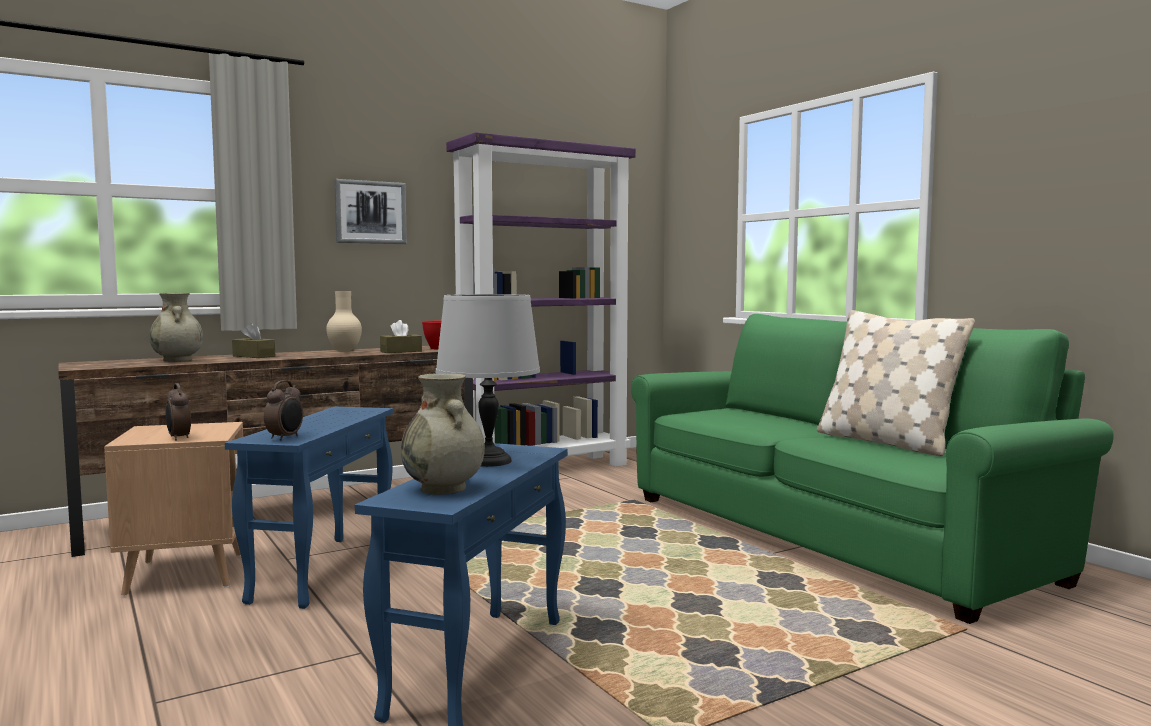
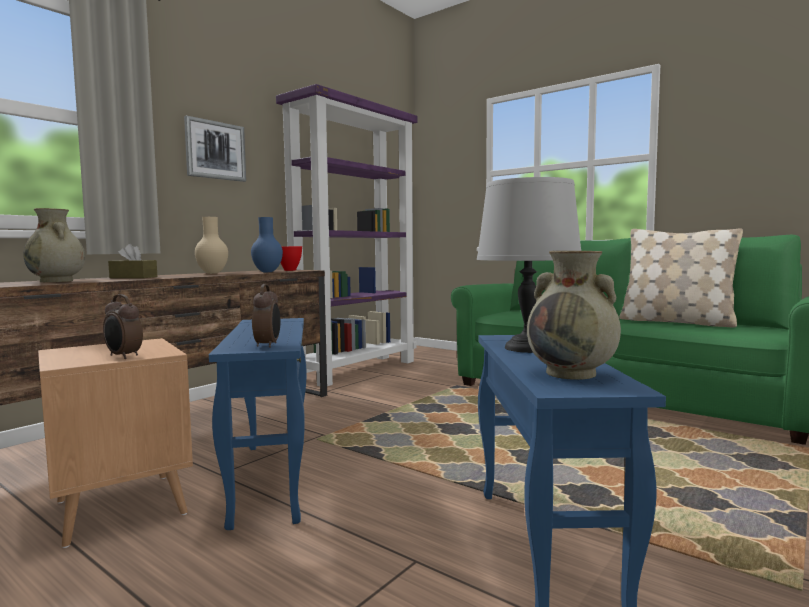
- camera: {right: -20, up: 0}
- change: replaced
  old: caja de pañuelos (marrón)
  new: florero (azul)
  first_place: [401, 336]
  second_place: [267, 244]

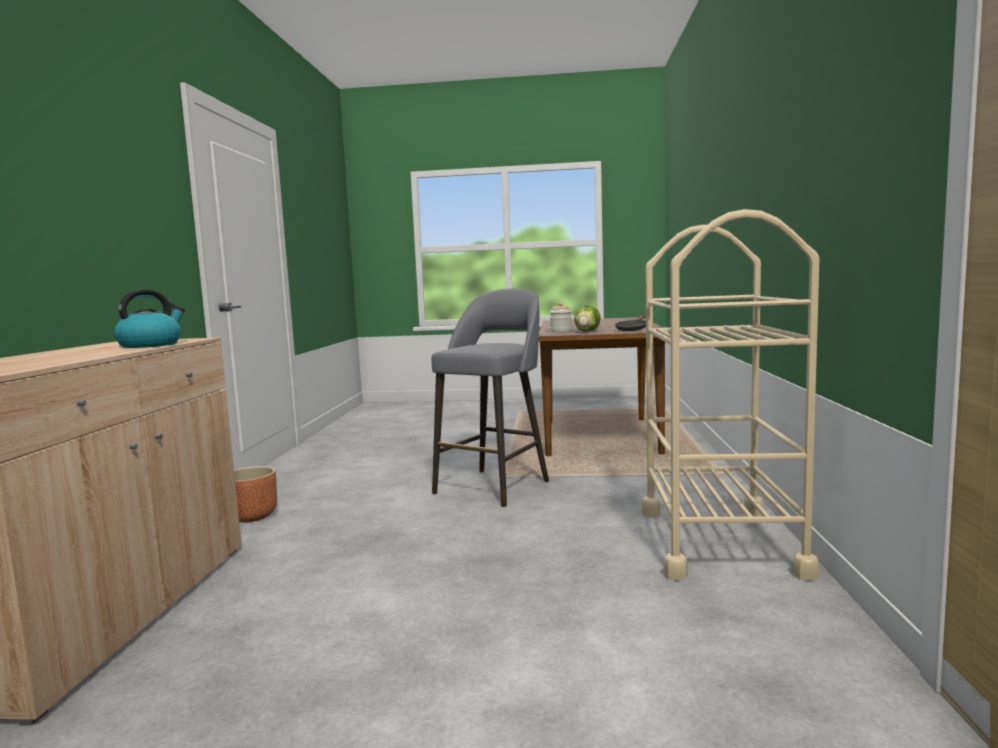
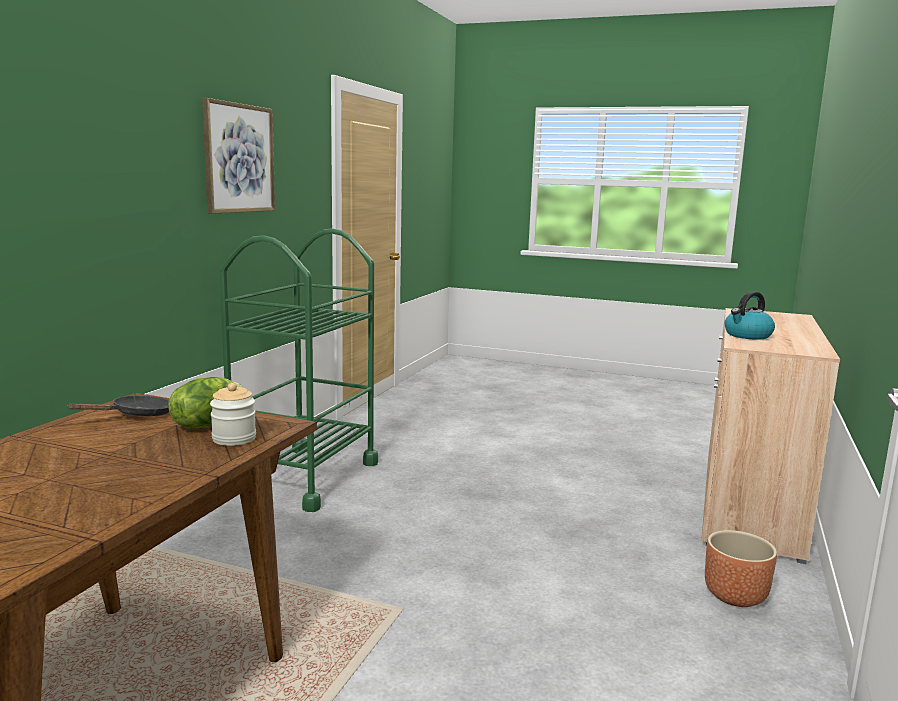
- camera: {right: -165, up: 5}
- change: removed
  old: taburete (gris)
  first_place: [490, 397]
- change: added
  new: cuadro
  second_place: [238, 156]
- change: recoloured
  old: carrito (beis)
  new: carrito (verde)
  first_place: [731, 394]
  second_place: [299, 370]

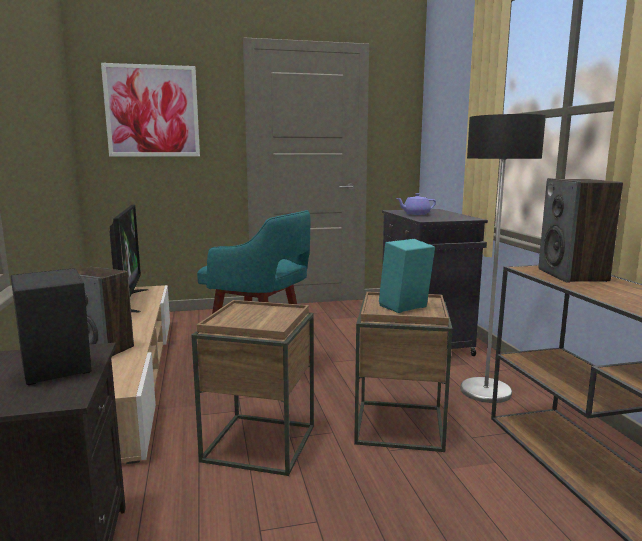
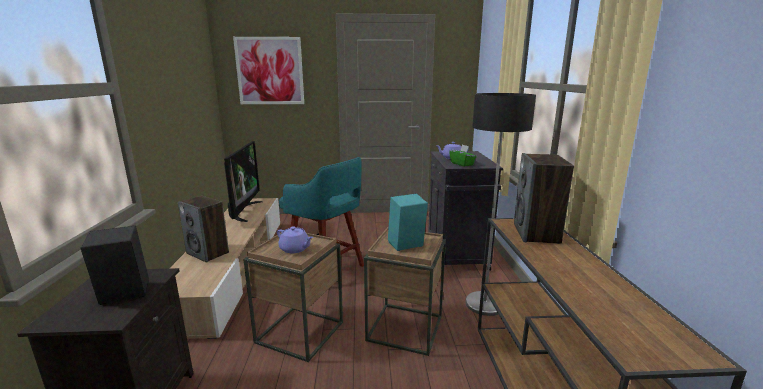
- camera: {right: 10, up: 5}
- change: added
  new: tetera (morado)
  second_place: [295, 239]
- change: added
  new: caja de pañuelos (verde)
  second_place: [463, 156]

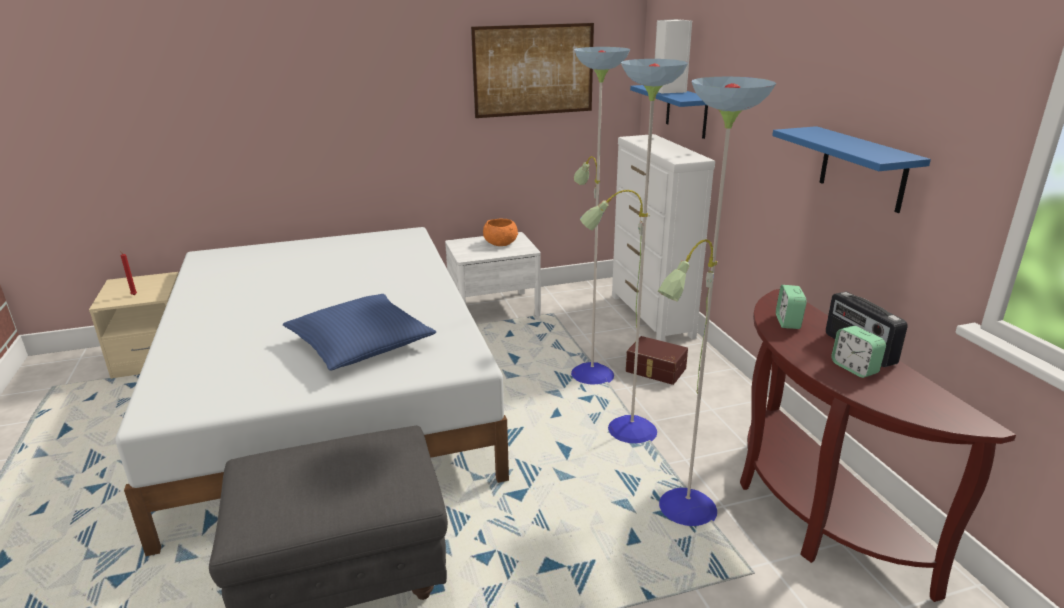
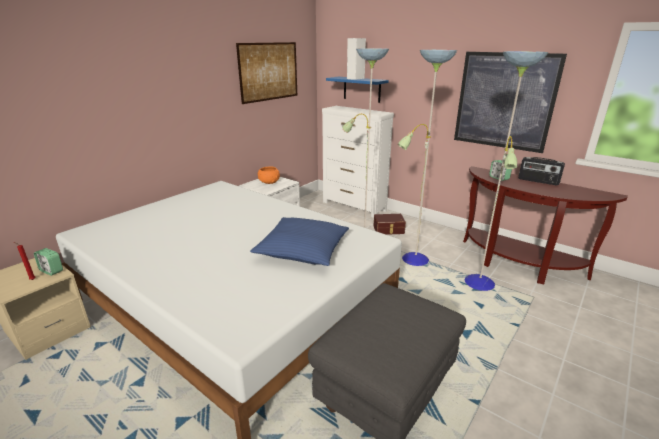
- camera: {right: -35, up: 0}
- change: moved
  old: despertador
  first_place: [858, 352]
  second_place: [48, 262]
- change: replaced
  old: estante (azul)
  new: cuadro
  first_place: [851, 169]
  second_place: [510, 102]

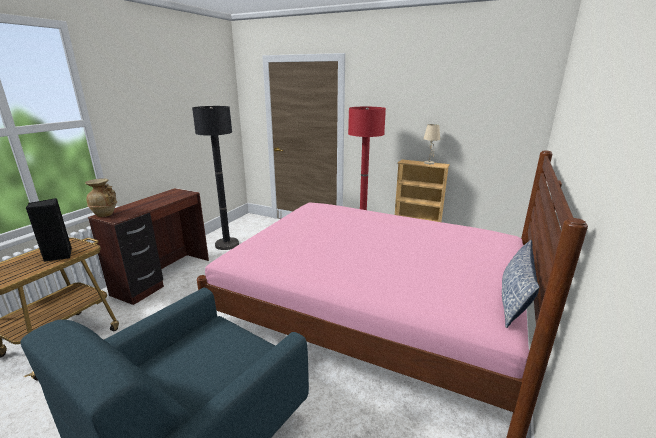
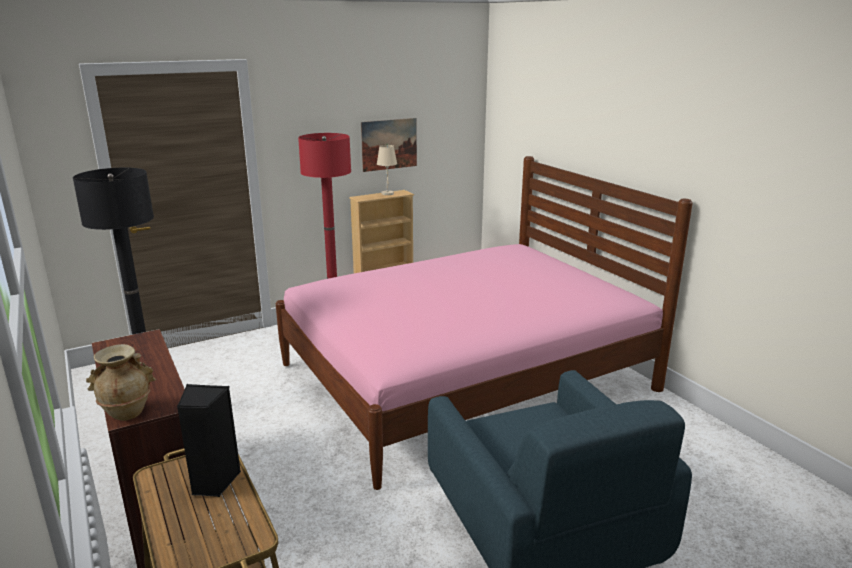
- camera: {right: -55, up: 0}
- change: removed
  old: cojín
  first_place: [521, 284]
- change: added
  new: cuadro
  second_place: [389, 145]

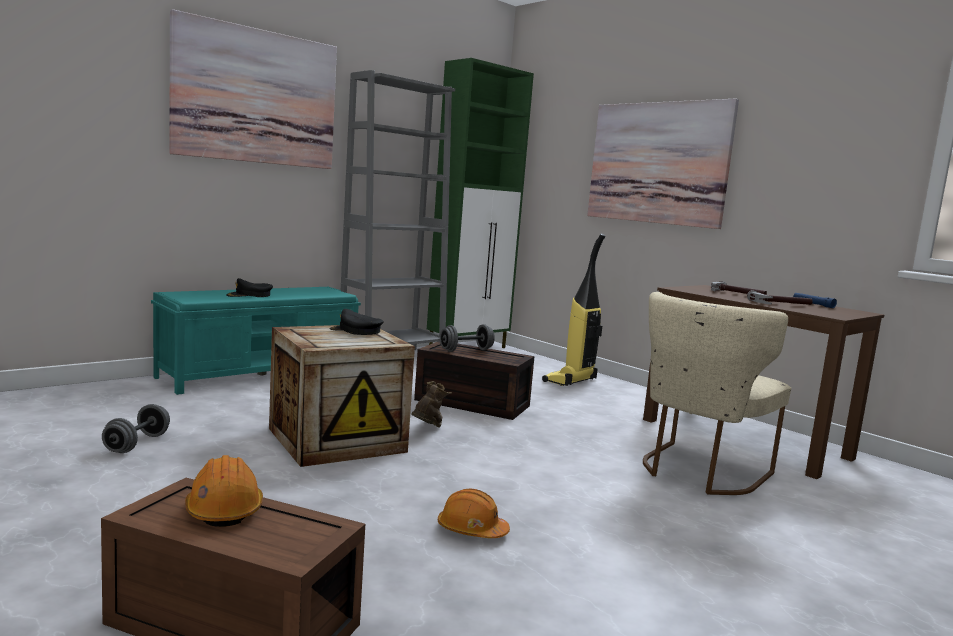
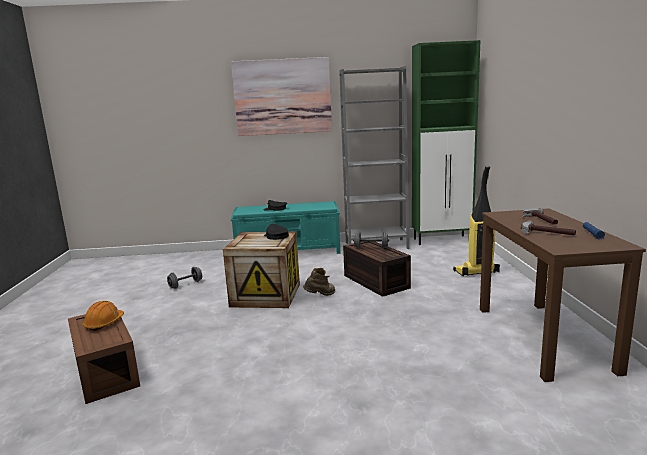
- camera: {right: 40, up: 5}
- change: removed
  old: casco (naranja)
  first_place: [474, 513]
- change: removed
  old: cuadro
  first_place: [663, 164]
- change: removed
  old: silla (beis)
  first_place: [717, 393]

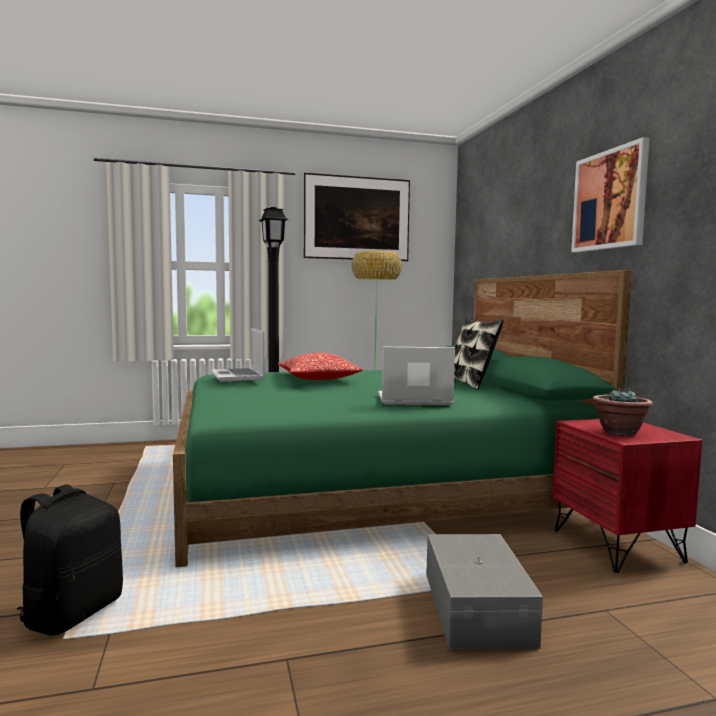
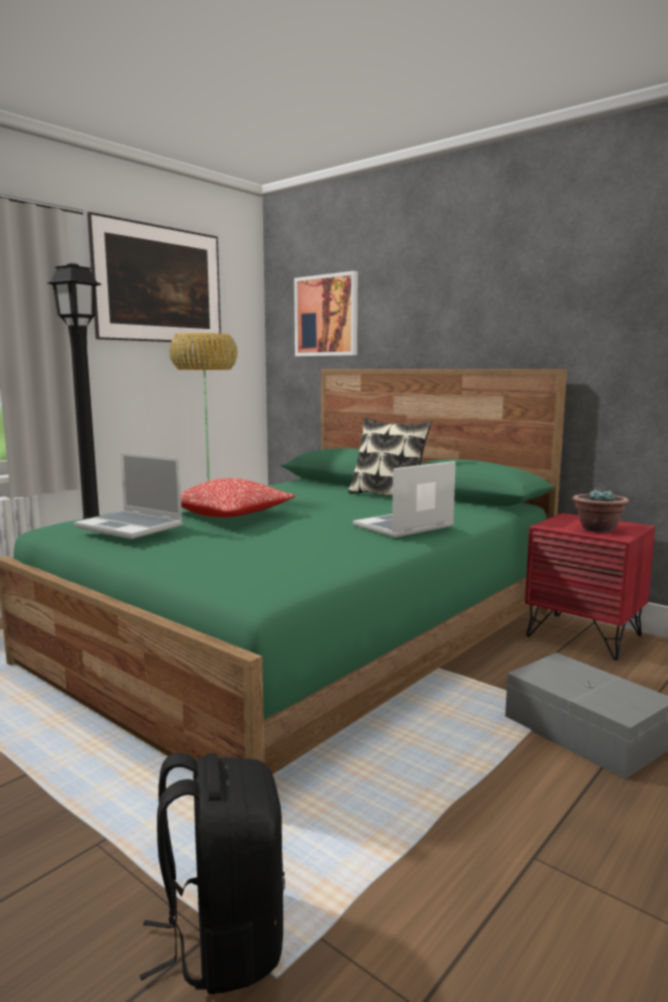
- camera: {right: -35, up: 5}
- change: moved
  old: cuadro
  first_place: [610, 194]
  second_place: [326, 313]

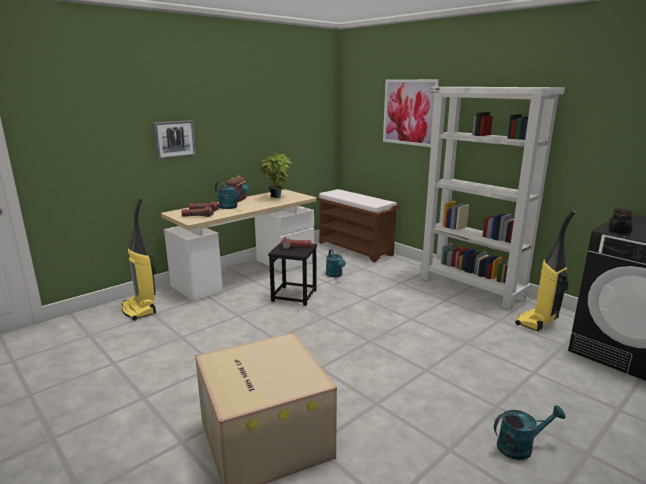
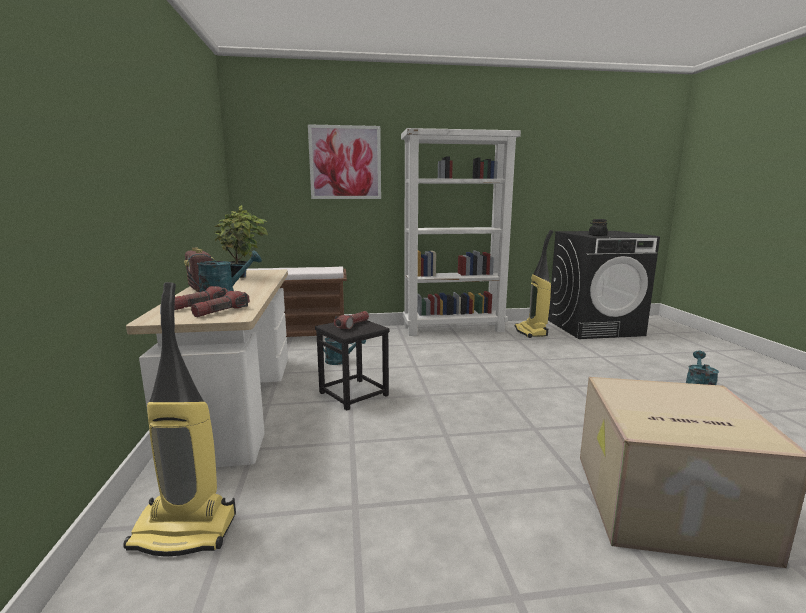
- camera: {right: -55, up: -5}
- change: removed
  old: cuadro
  first_place: [174, 140]

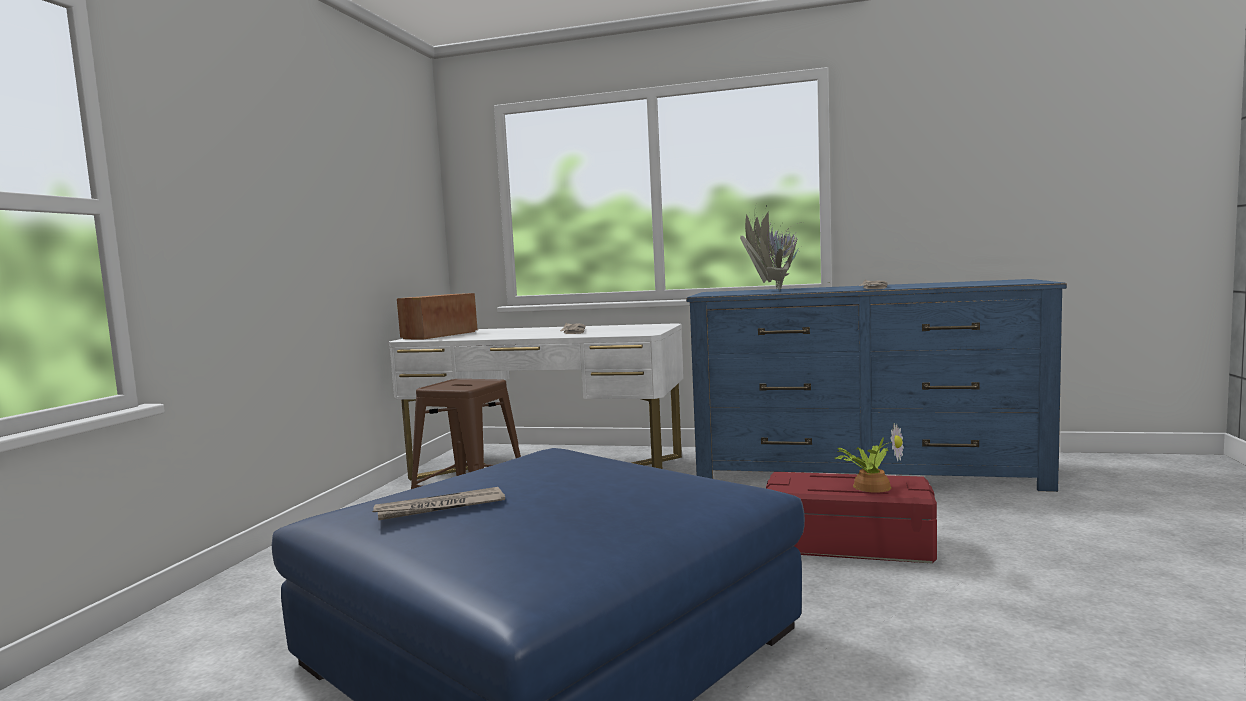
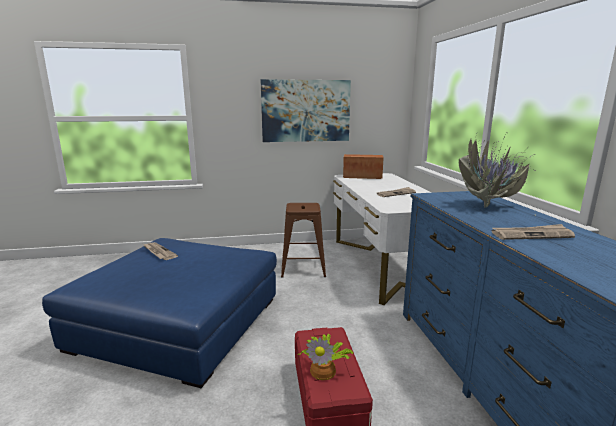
- camera: {right: 65, up: 10}
- change: added
  new: cuadro
  second_place: [306, 110]

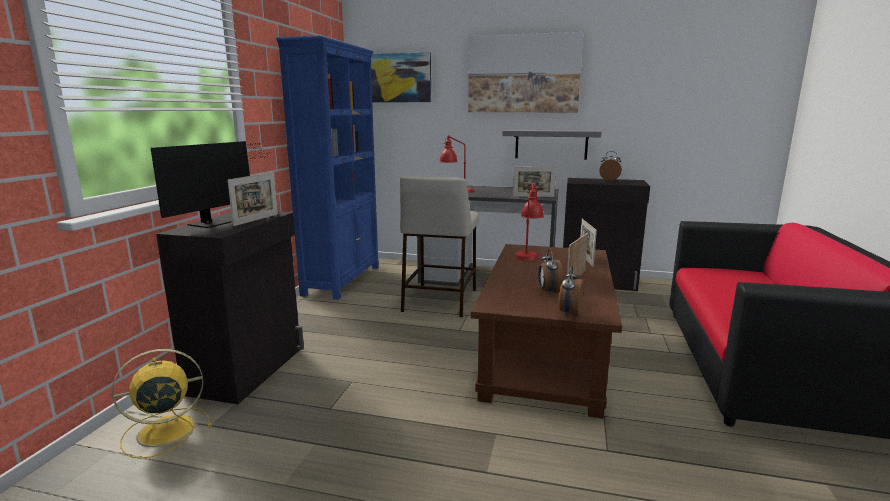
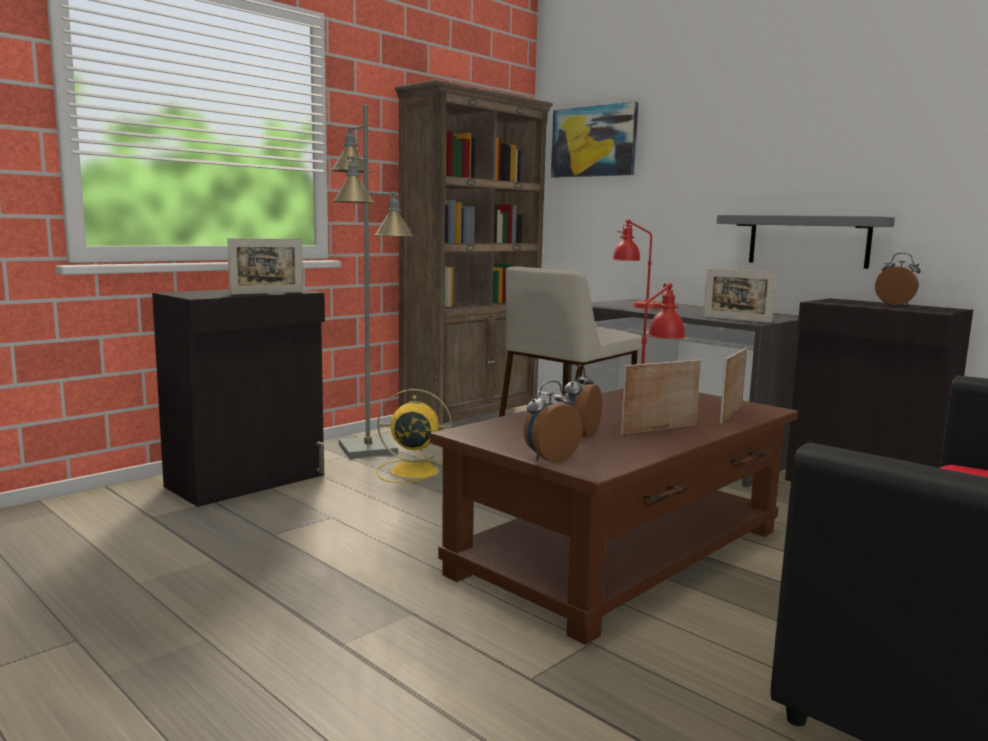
- camera: {right: 30, up: -5}
- change: removed
  old: monitor
  first_place: [211, 184]
- change: removed
  old: cuadro
  first_place: [525, 72]
- change: added
  new: lámpara de pie (gris)
  second_place: [372, 281]
- change: moved
  old: ventilador (amarillo)
  first_place: [162, 404]
  second_place: [414, 436]
- change: recoloured
  old: estantería (azul)
  new: estantería (marrón)
  first_place: [327, 167]
  second_place: [474, 255]

